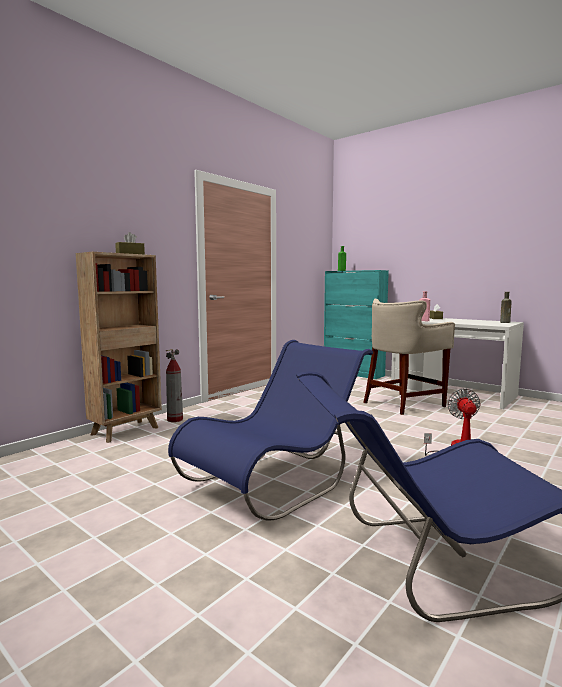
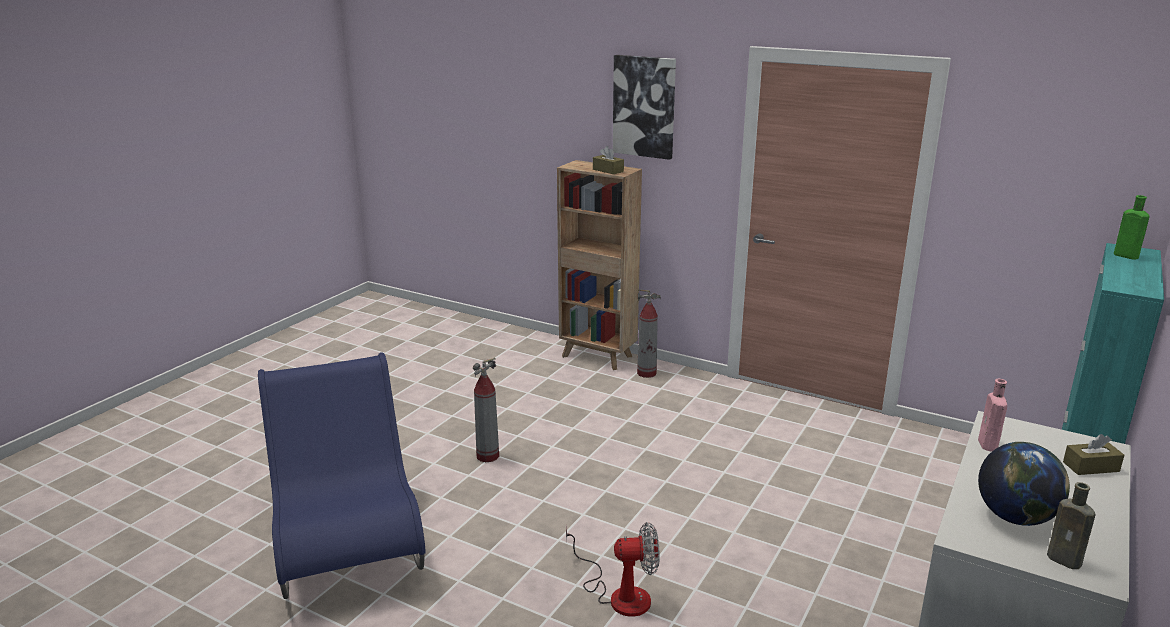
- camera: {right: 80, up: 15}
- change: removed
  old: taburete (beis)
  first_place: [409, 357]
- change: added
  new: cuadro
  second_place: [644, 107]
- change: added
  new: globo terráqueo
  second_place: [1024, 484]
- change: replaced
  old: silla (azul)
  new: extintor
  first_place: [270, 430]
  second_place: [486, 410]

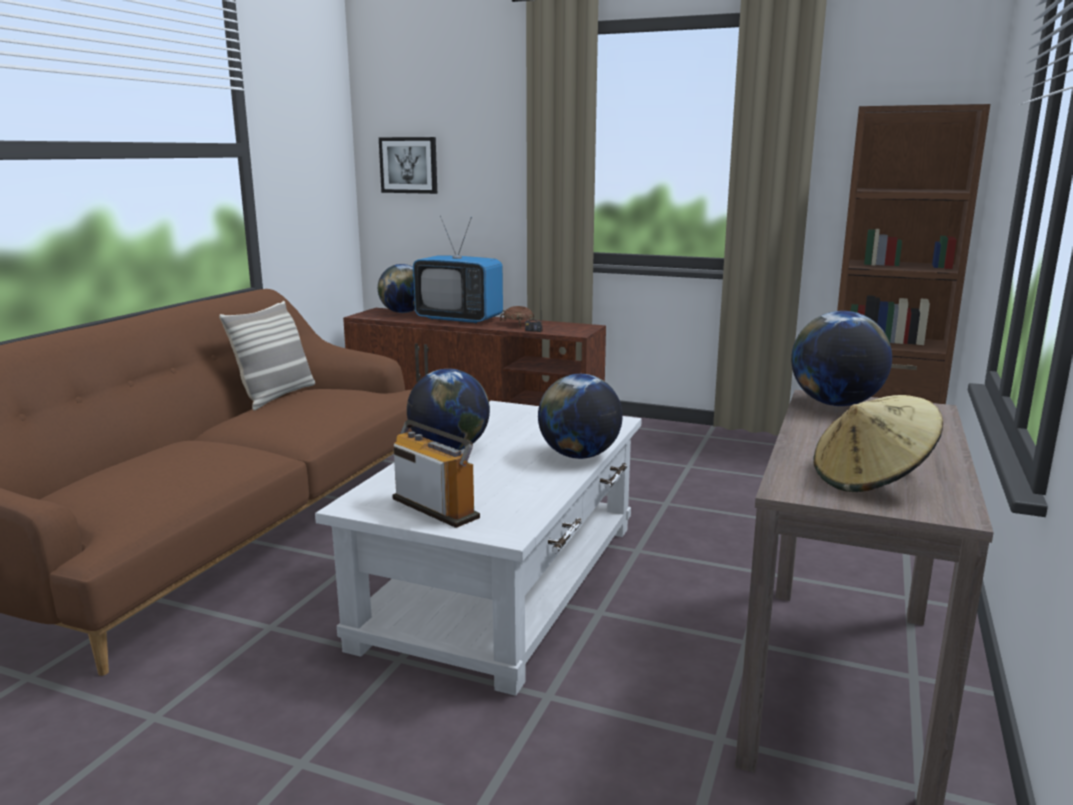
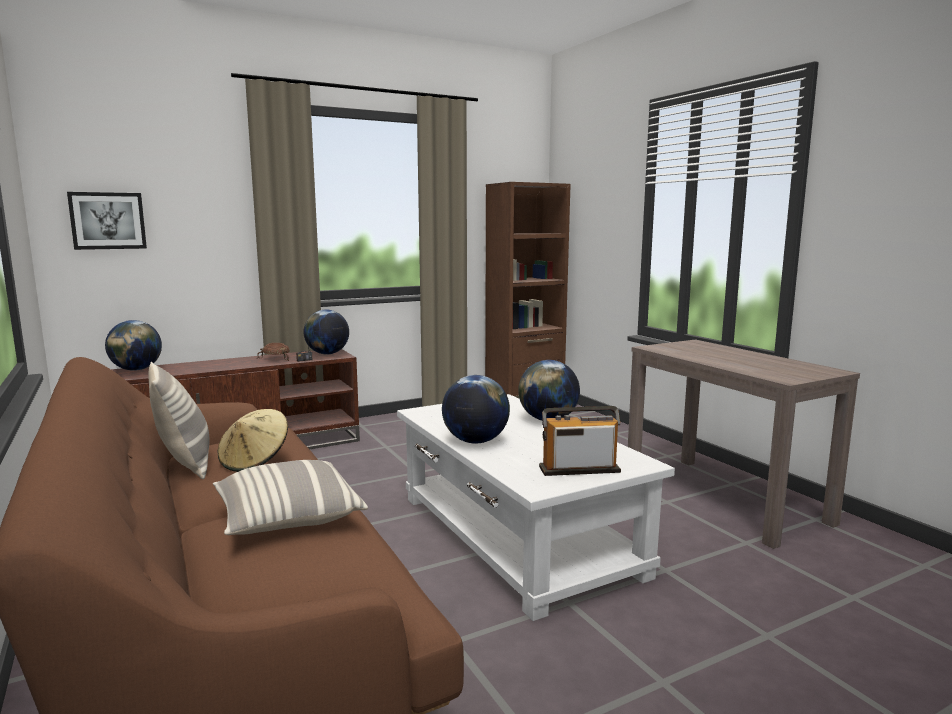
- camera: {right: -50, up: -5}
- change: removed
  old: televisor
  first_place: [458, 270]
- change: added
  new: cojín
  second_place: [290, 497]
- change: moved
  old: globo terráqueo
  first_place: [841, 358]
  second_place: [326, 331]
- change: moved
  old: sombrero (beis)
  first_place: [878, 443]
  second_place: [253, 440]

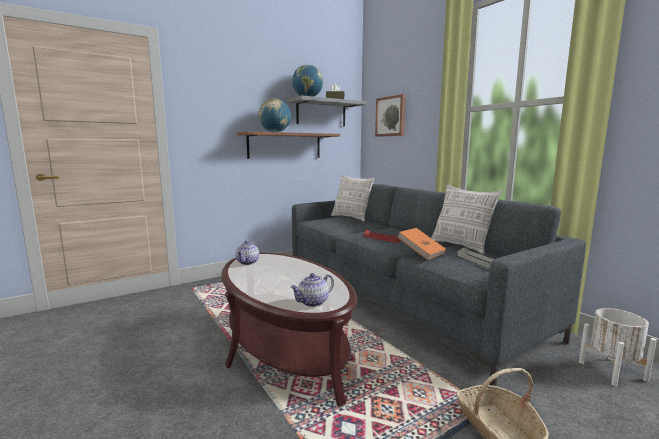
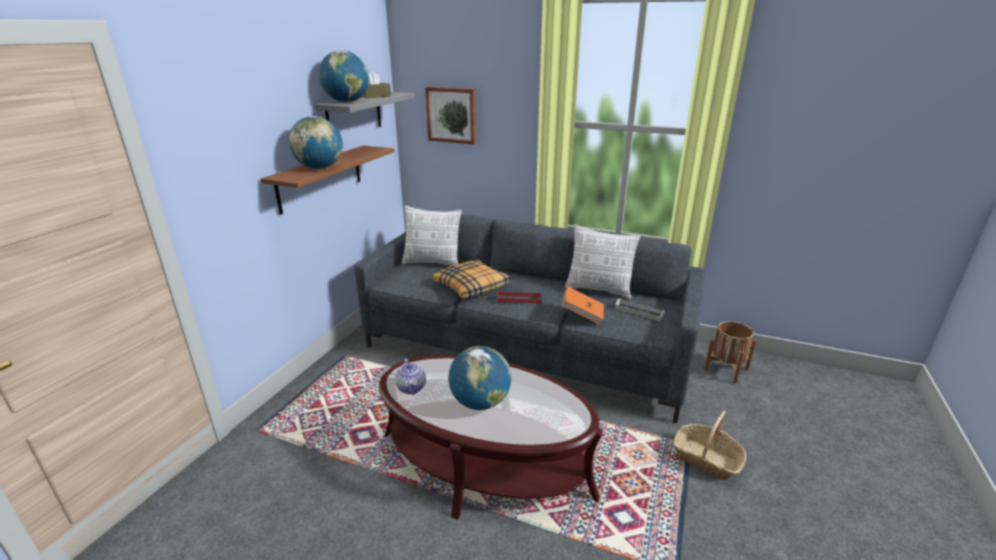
- camera: {right: -35, up: 15}
- change: removed
  old: tetera
  first_place: [312, 290]
- change: added
  new: cojín
  second_place: [472, 279]
- change: added
  new: globo terráqueo
  second_place: [479, 378]
- change: recoloured
  old: maceta (blanco)
  new: maceta (marrón)
  first_place: [618, 347]
  second_place: [730, 352]

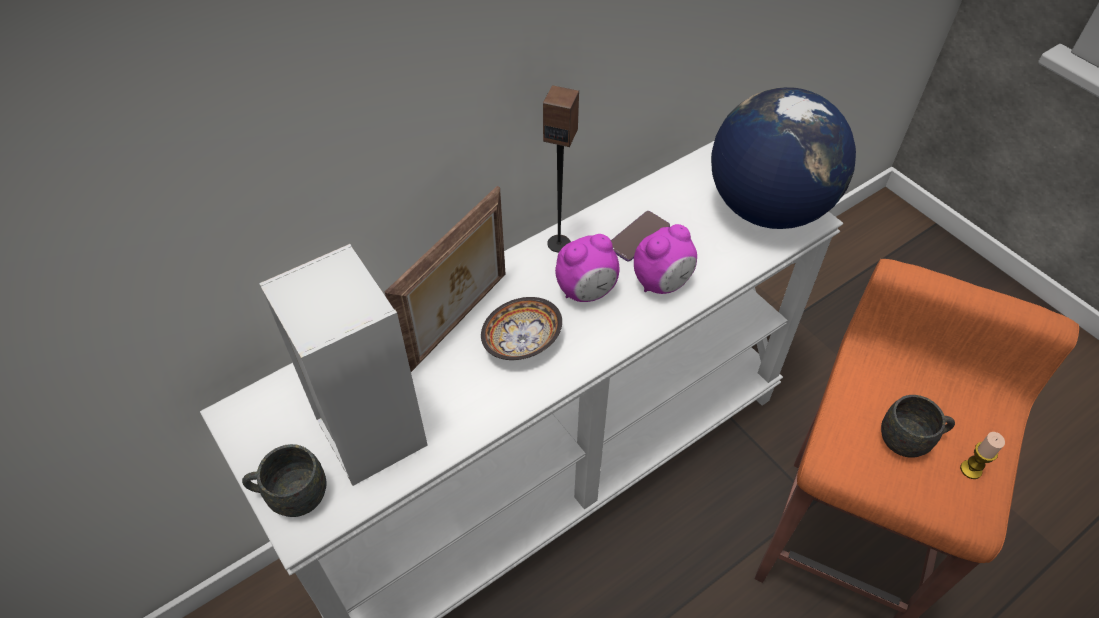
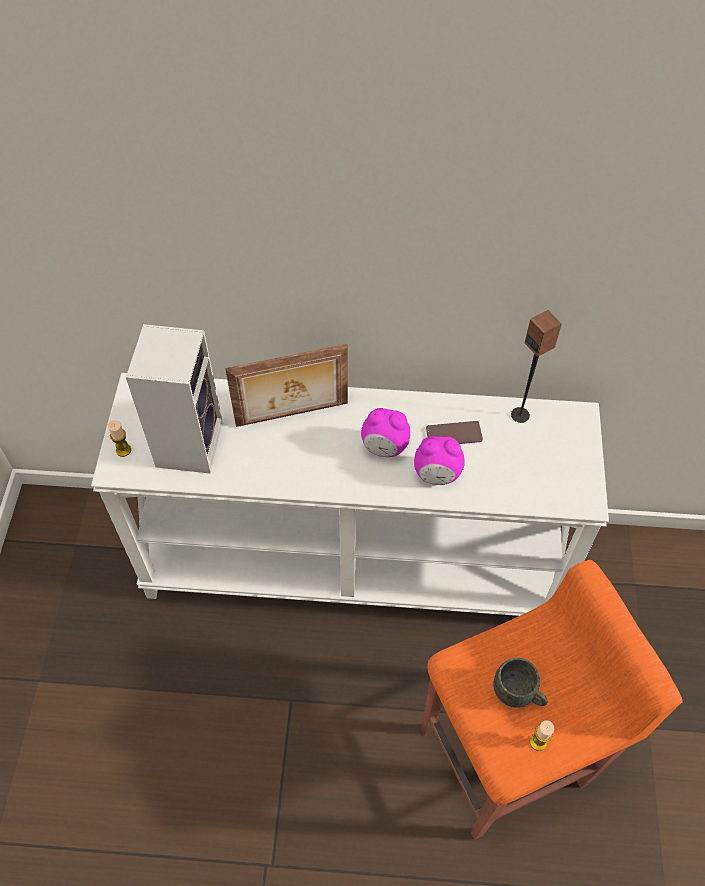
- camera: {right: 40, up: 5}
- change: removed
  old: cuenco
  first_place: [521, 328]
- change: removed
  old: globo terráqueo
  first_place: [783, 158]
- change: moved
  old: altavoz
  first_place: [561, 168]
  second_place: [536, 366]
- change: replaced
  old: taza grande (gris)
  new: vela
  first_place: [284, 480]
  second_place: [119, 438]

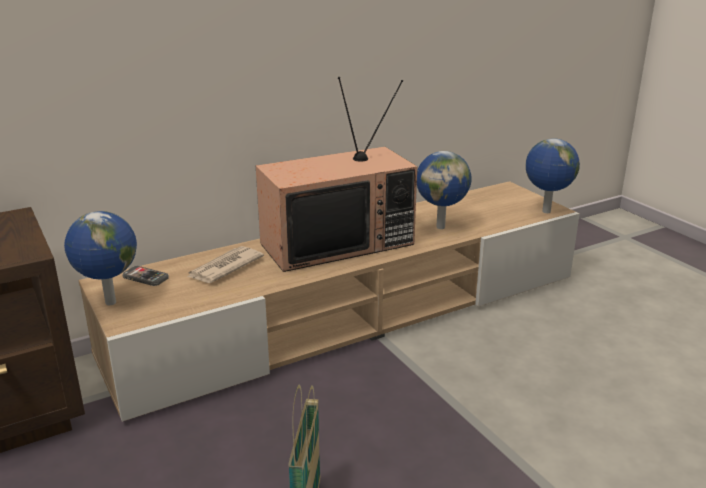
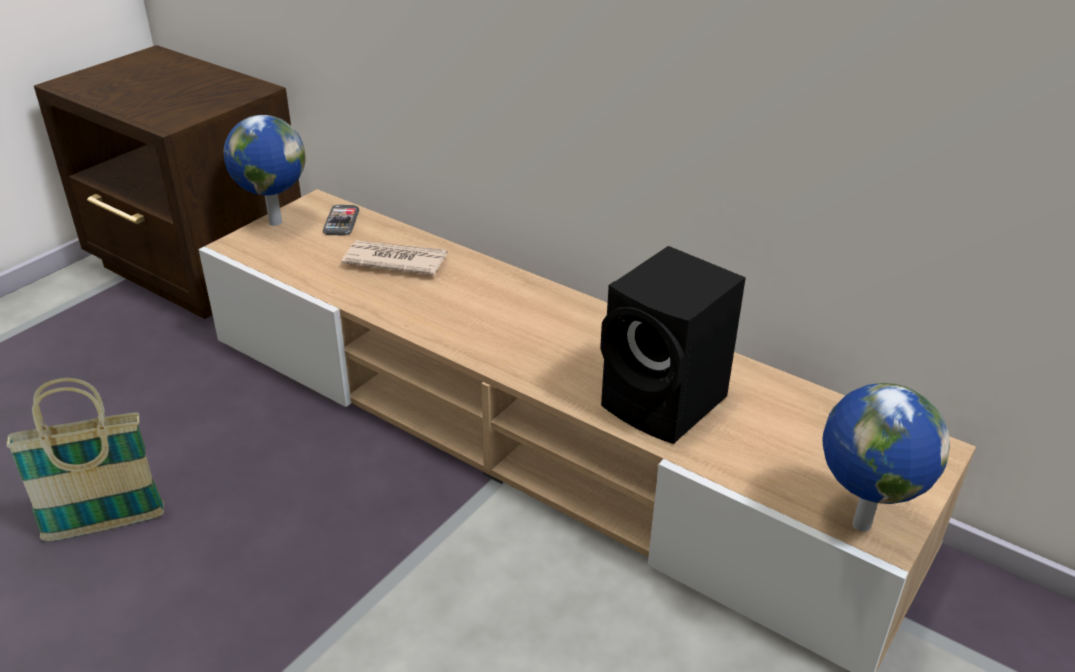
- camera: {right: 65, up: 10}
- change: removed
  old: televisor
  first_place: [336, 174]
- change: replaced
  old: globo terráqueo
  new: altavoz (negro)
  first_place: [444, 190]
  second_place: [673, 345]

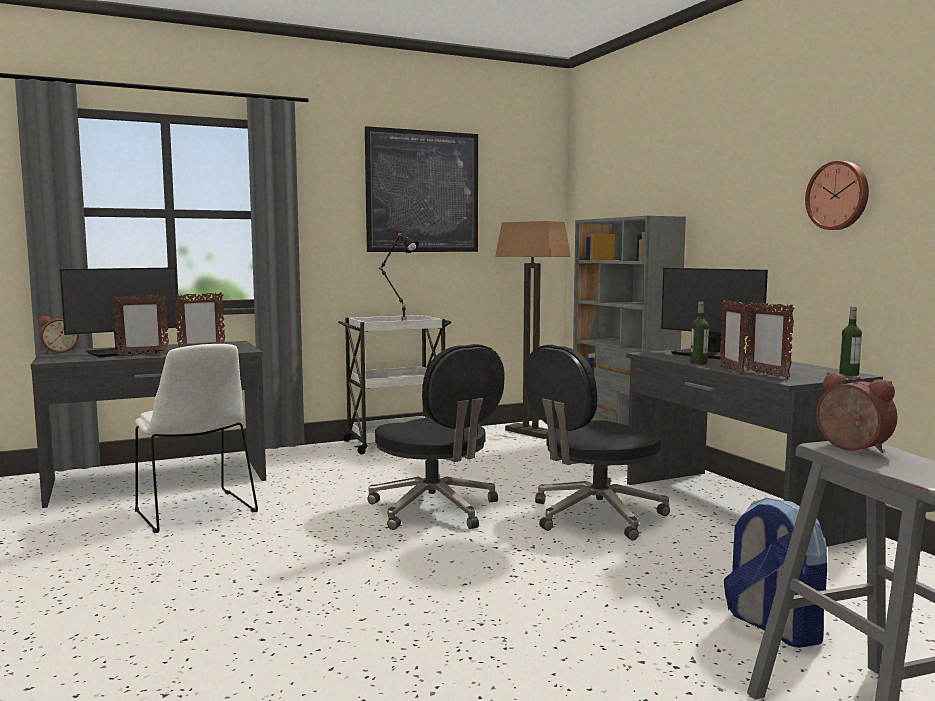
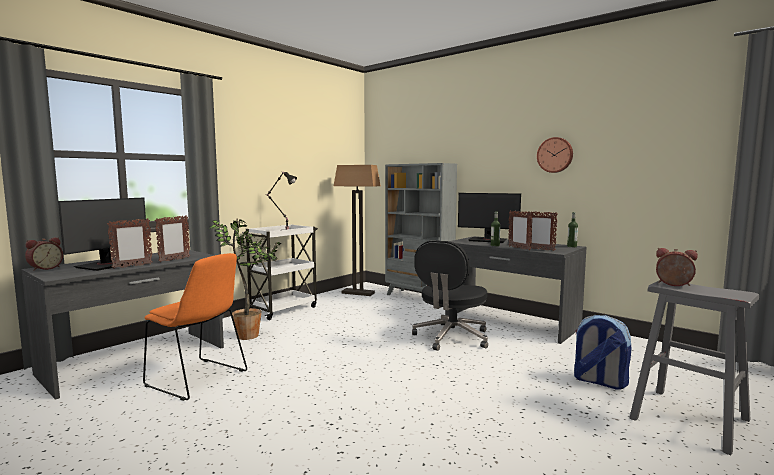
- camera: {right: -25, up: 0}
- change: removed
  old: cuadro
  first_place: [421, 189]
- change: removed
  old: silla de oficina (negro)
  first_place: [436, 437]
- change: added
  new: planta en maceta
  second_place: [245, 279]
- change: recoloured
  old: silla (blanco)
  new: silla (naranja)
  first_place: [196, 438]
  second_place: [195, 327]

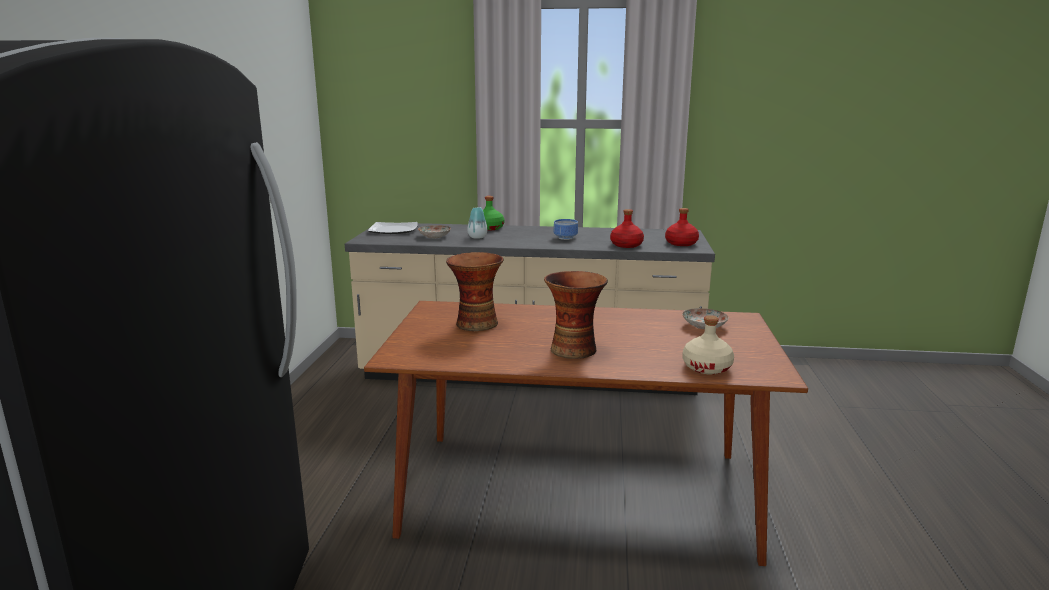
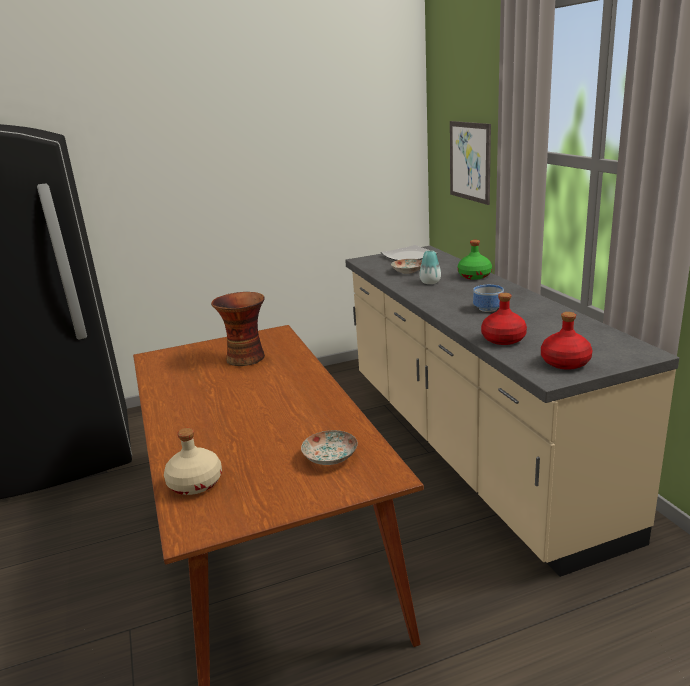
- camera: {right: 65, up: 5}
- change: removed
  old: florero
  first_place: [576, 315]
- change: added
  new: cuadro
  second_place: [470, 163]

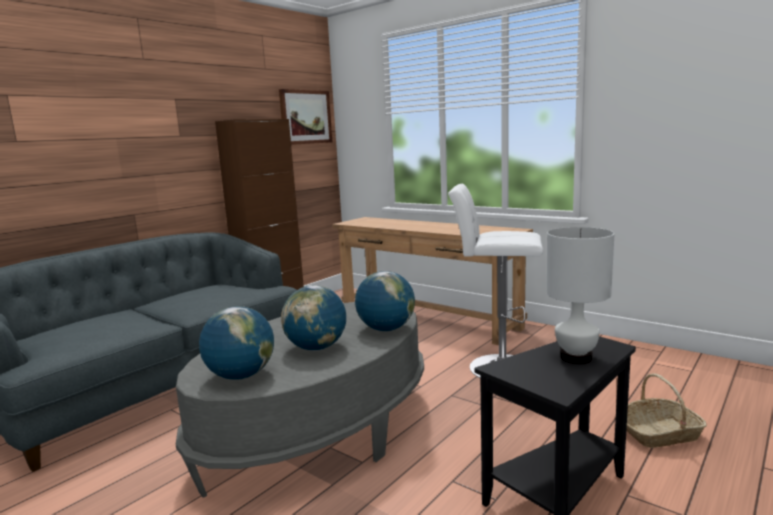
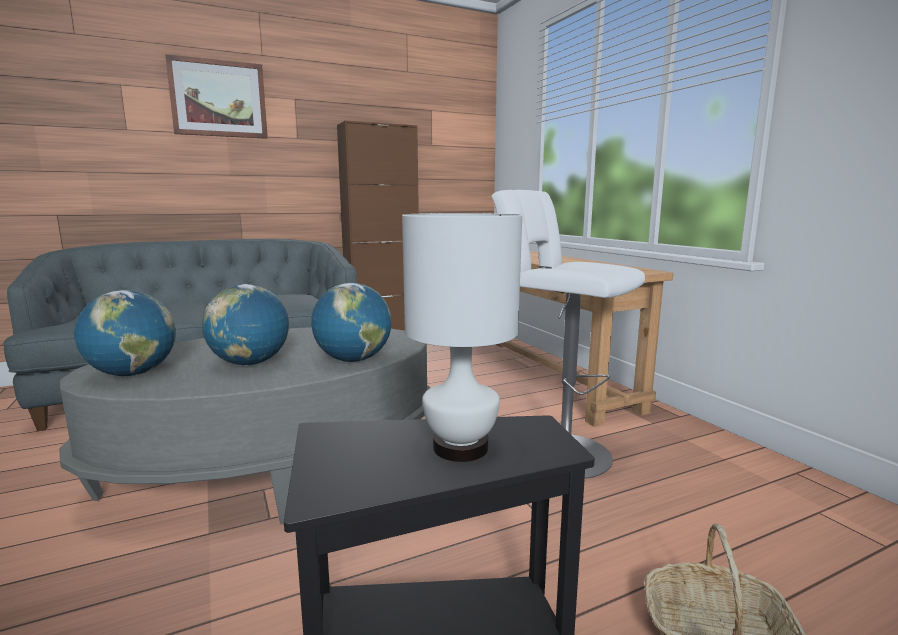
- camera: {right: 25, up: 0}
- change: moved
  old: cuadro
  first_place: [305, 117]
  second_place: [216, 96]

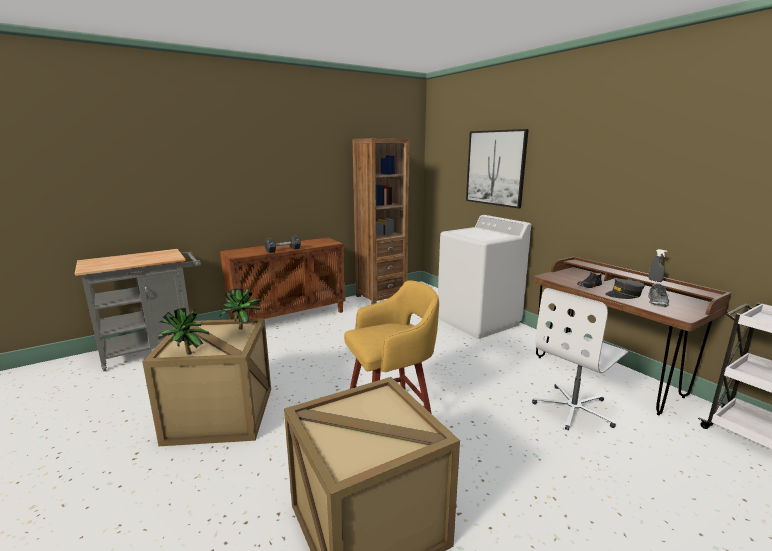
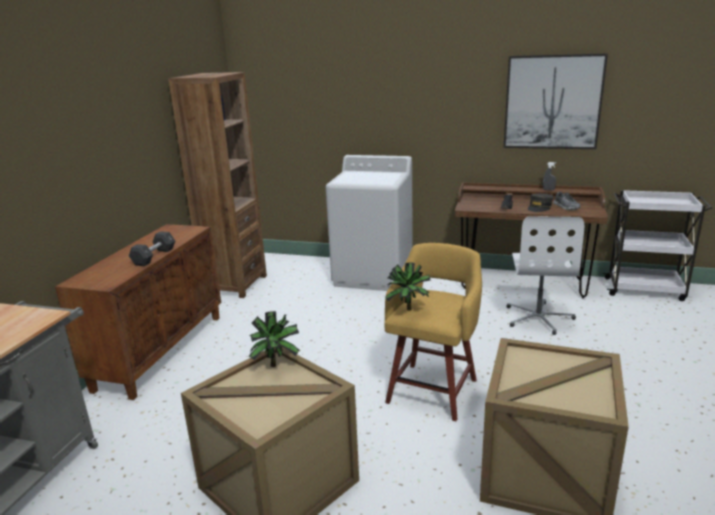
- camera: {right: -40, up: 5}
- change: moved
  old: planta en maceta
  first_place: [183, 331]
  second_place: [407, 286]
- change: moved
  old: cuadro
  first_place: [497, 169]
  second_place: [555, 101]

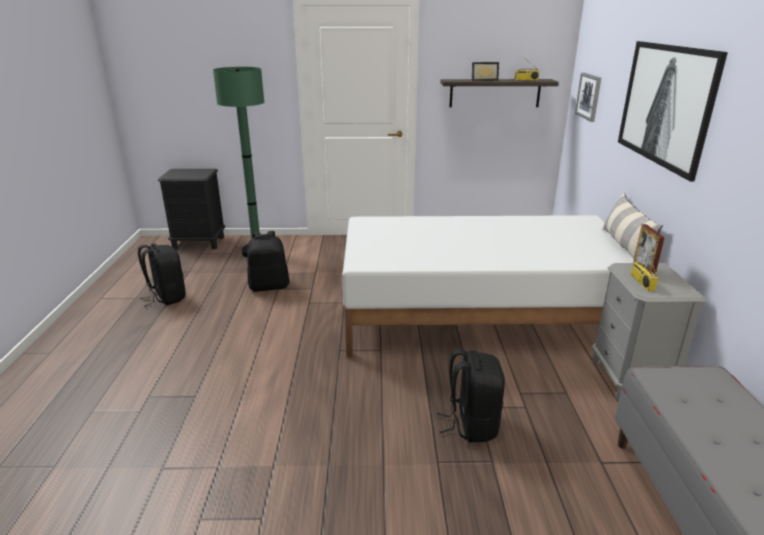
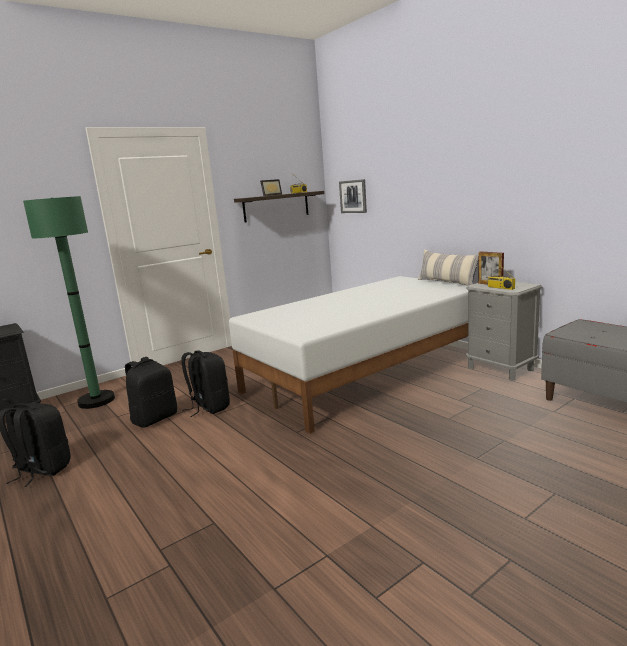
- camera: {right: -35, up: -10}
- change: removed
  old: cuadro
  first_place: [673, 111]
- change: moved
  old: mochila (negro)
  first_place: [471, 395]
  second_place: [205, 384]

